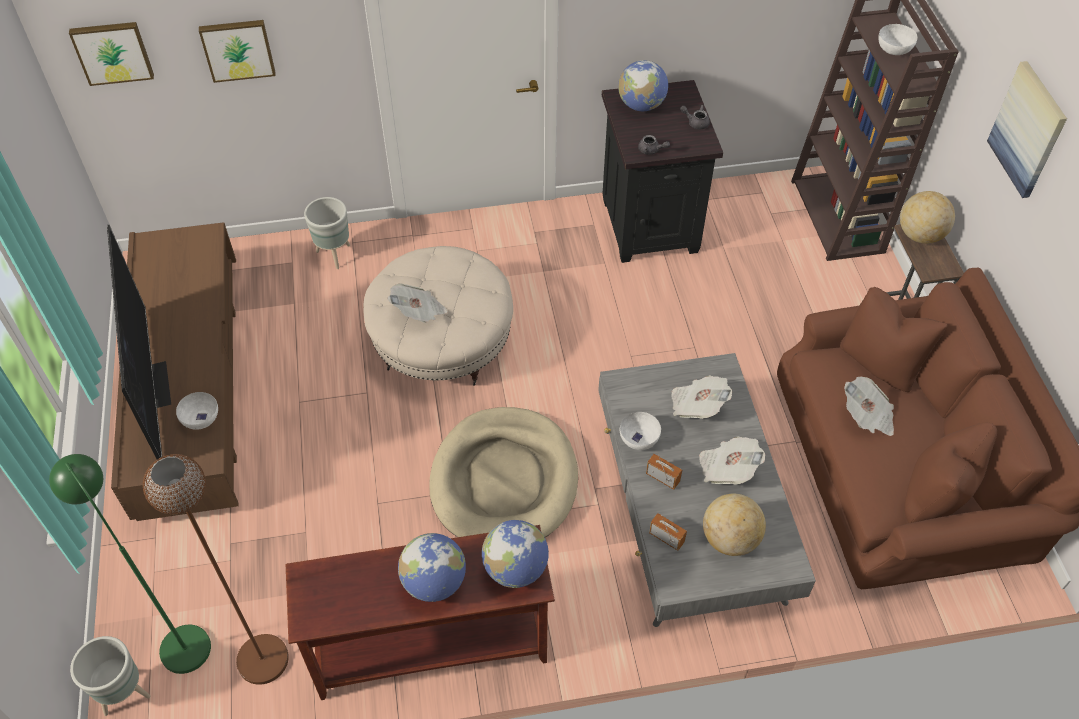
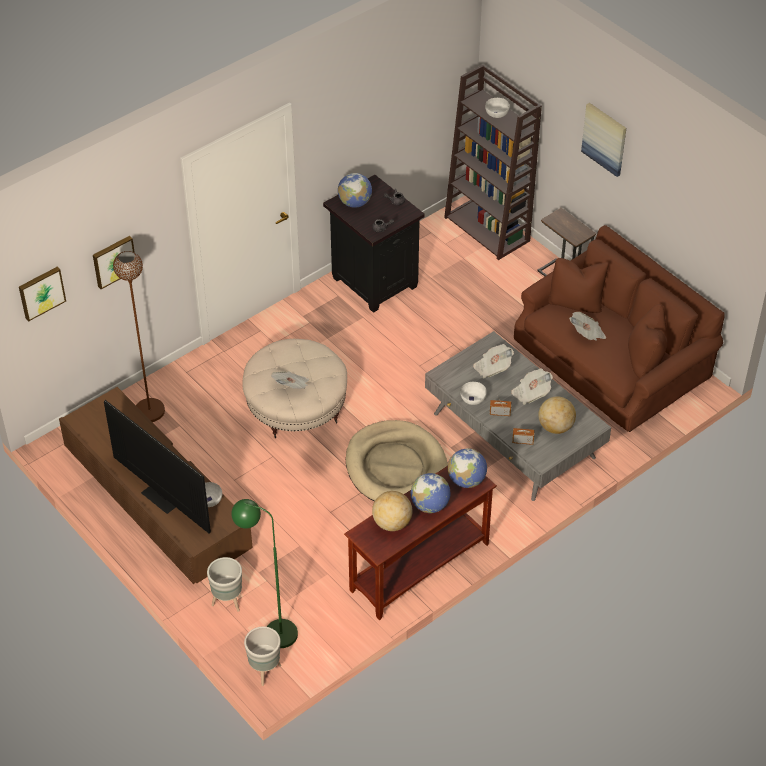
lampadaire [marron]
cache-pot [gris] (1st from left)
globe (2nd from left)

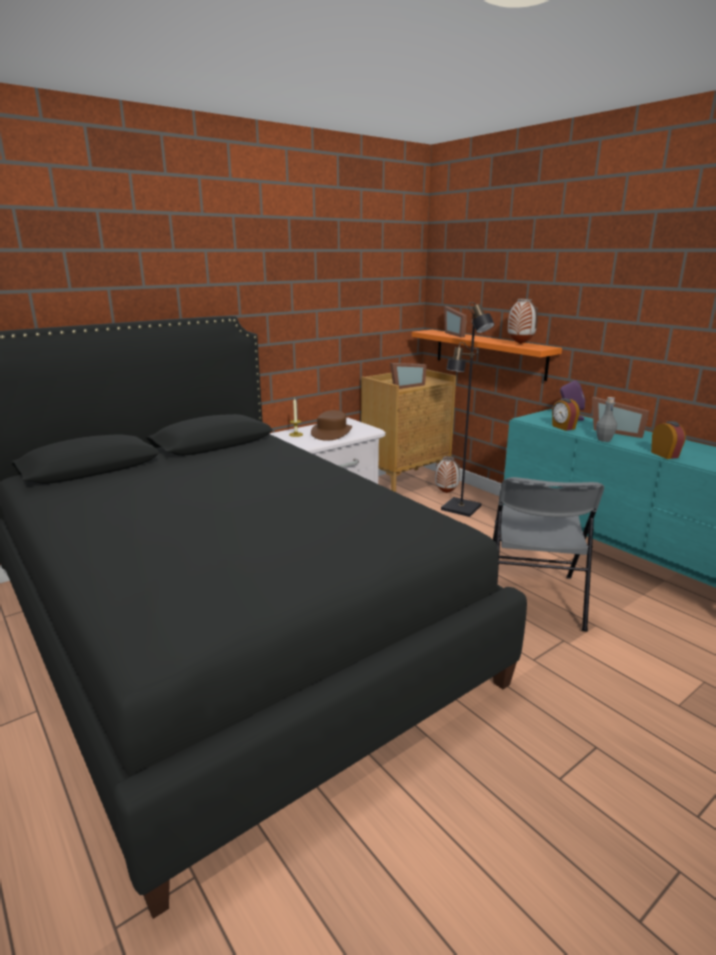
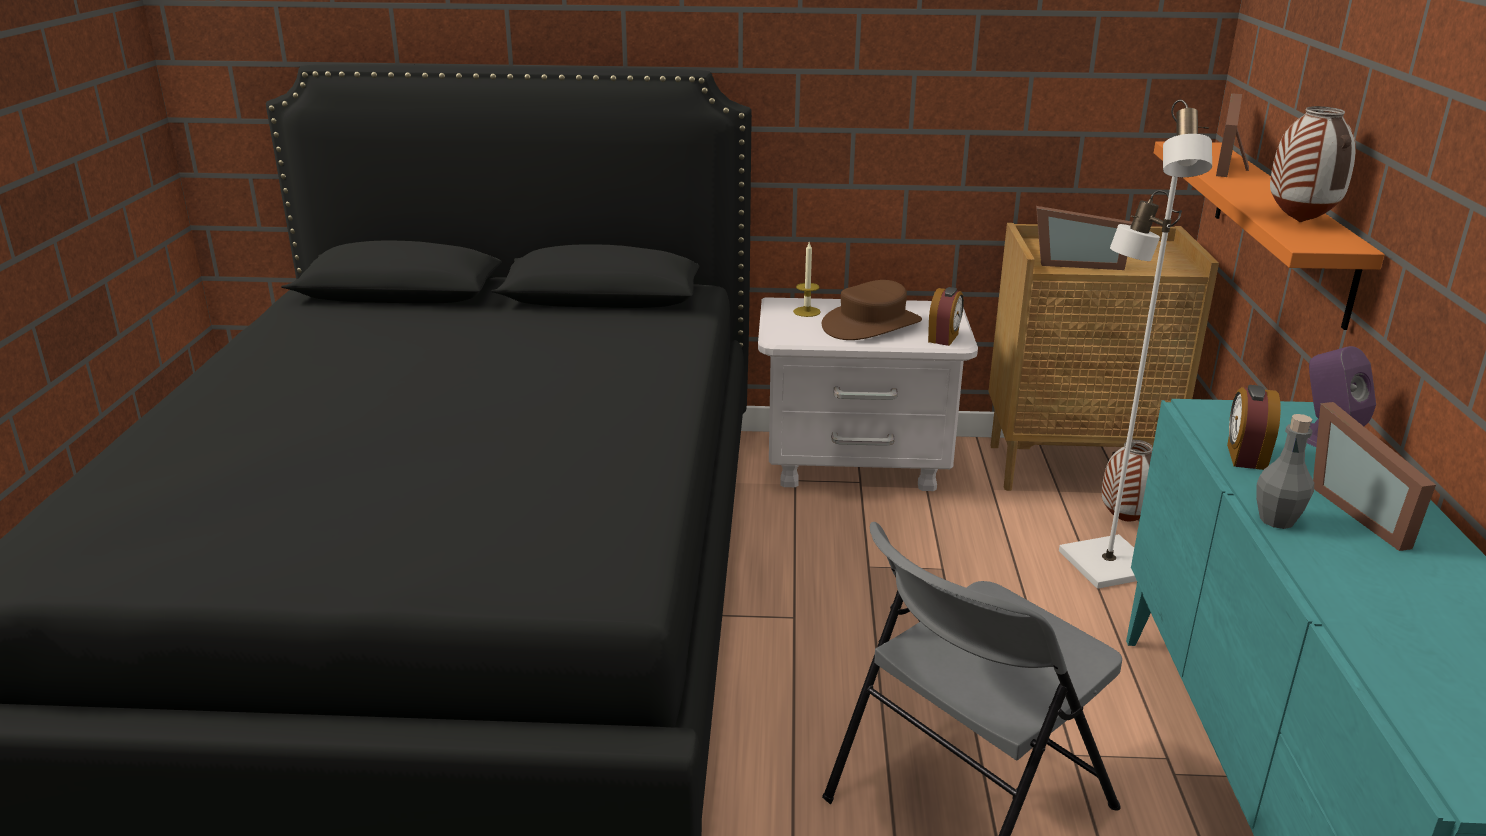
réveil (1st from left)
lampadaire [blanc]

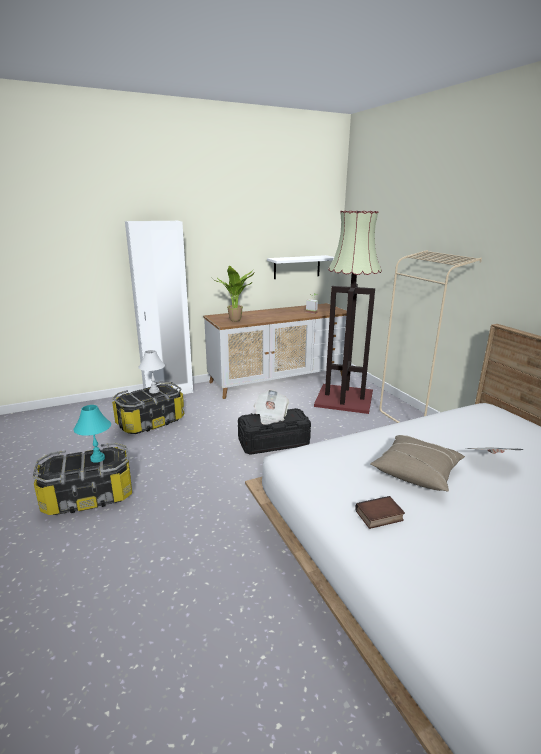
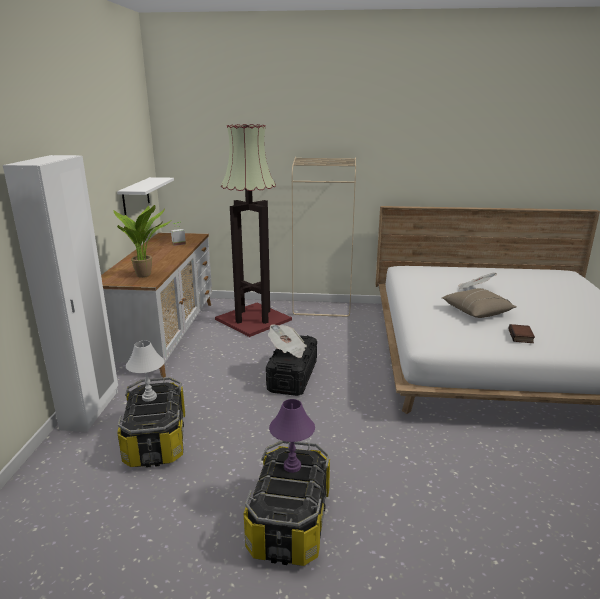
lampe de table [violet]

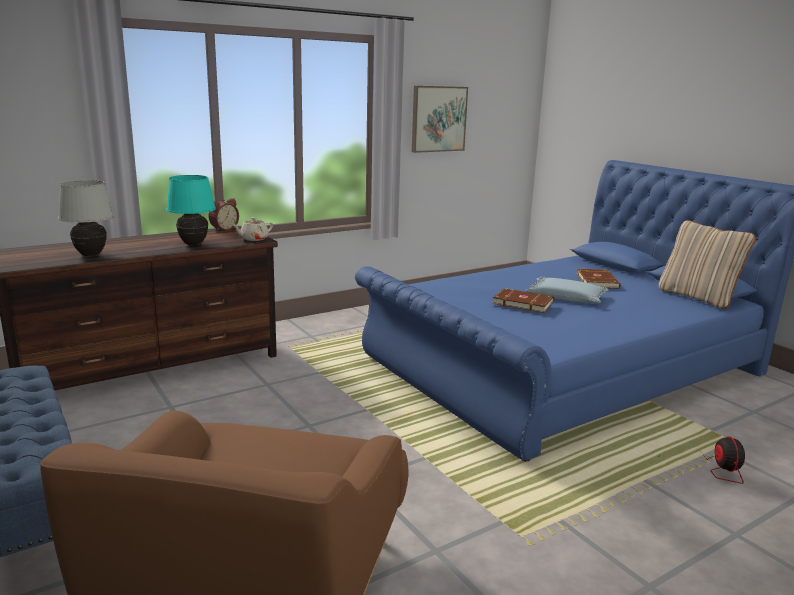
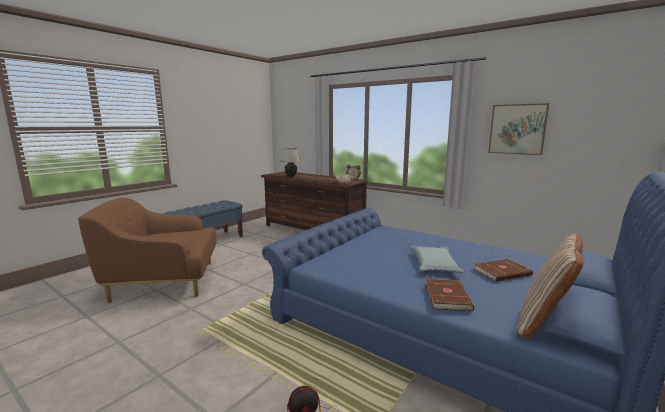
livre [marron] (1st from left)
lampe de table [turquoise]

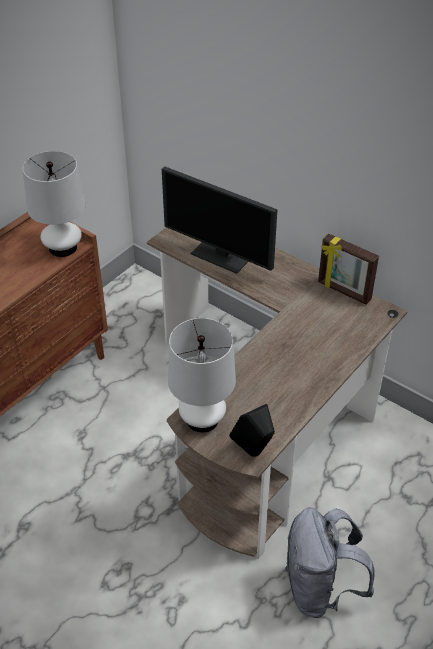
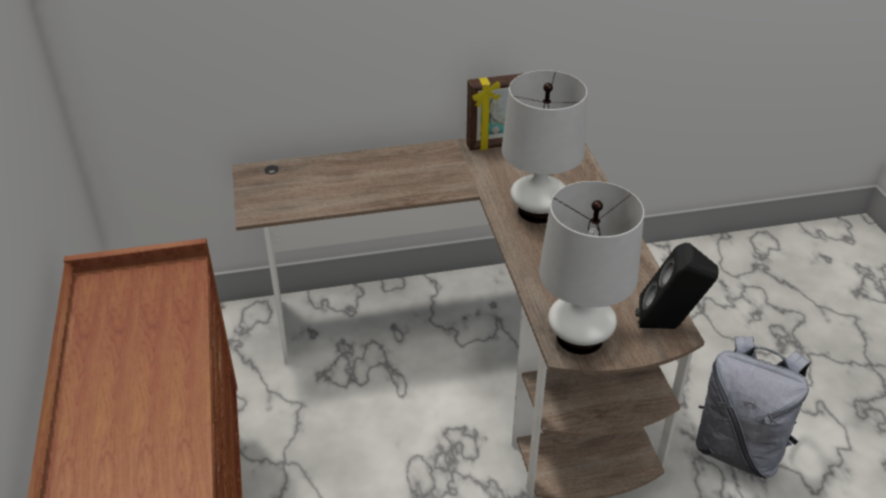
lampe de table [blanc] (1st from left)
écran d'ordinateur

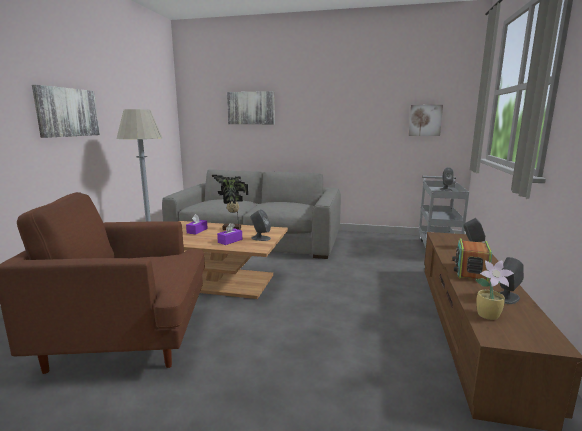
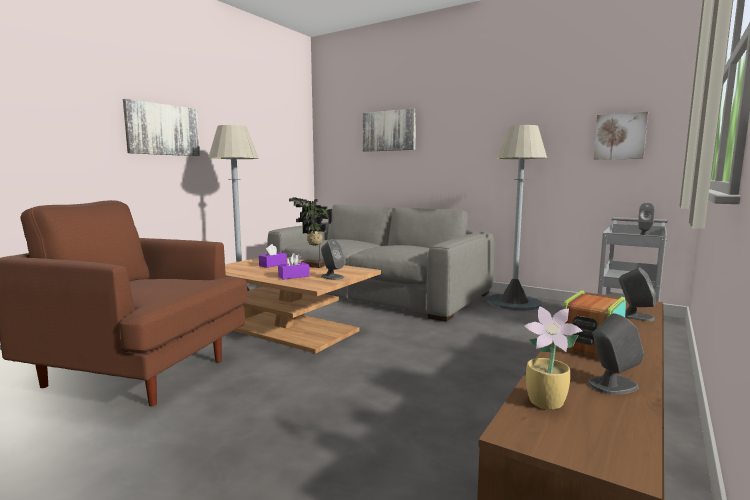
lampadaire [gris] (2nd from left)

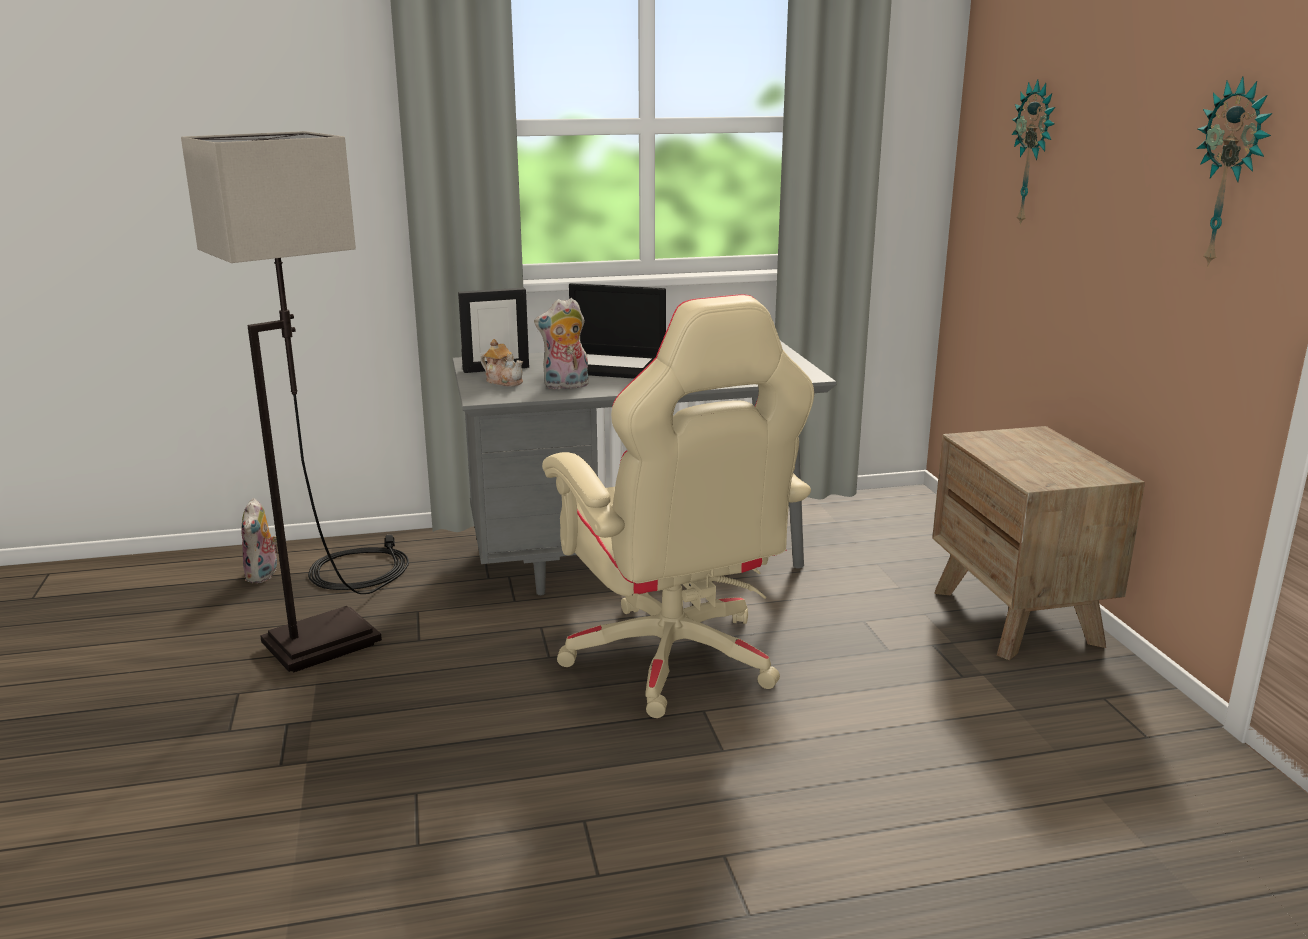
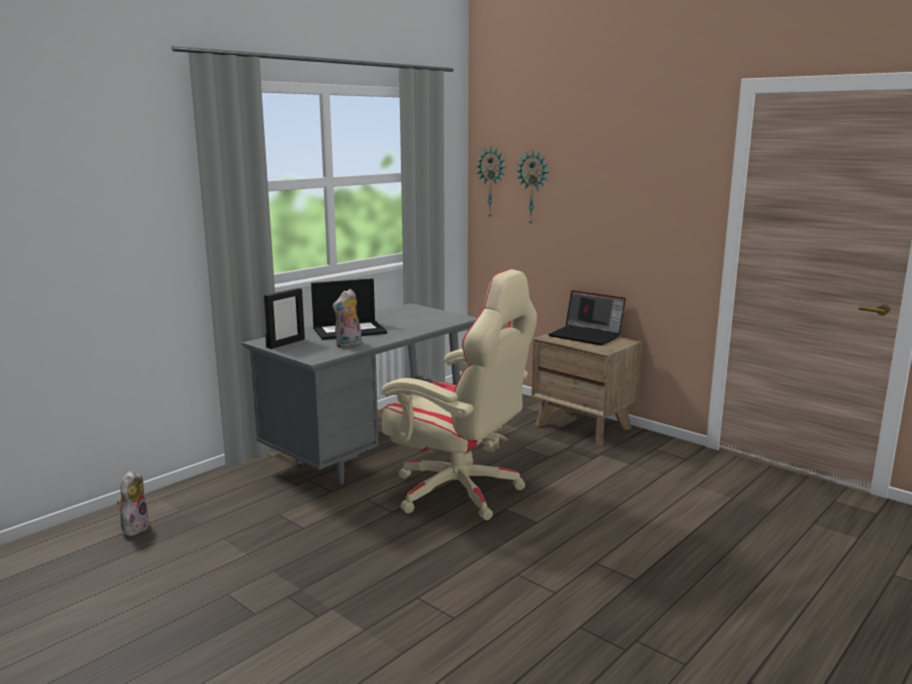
peluche (1st from left)
horloge murale (1st from left)
ordinateur portable (2nd from left)
lampadaire
théière

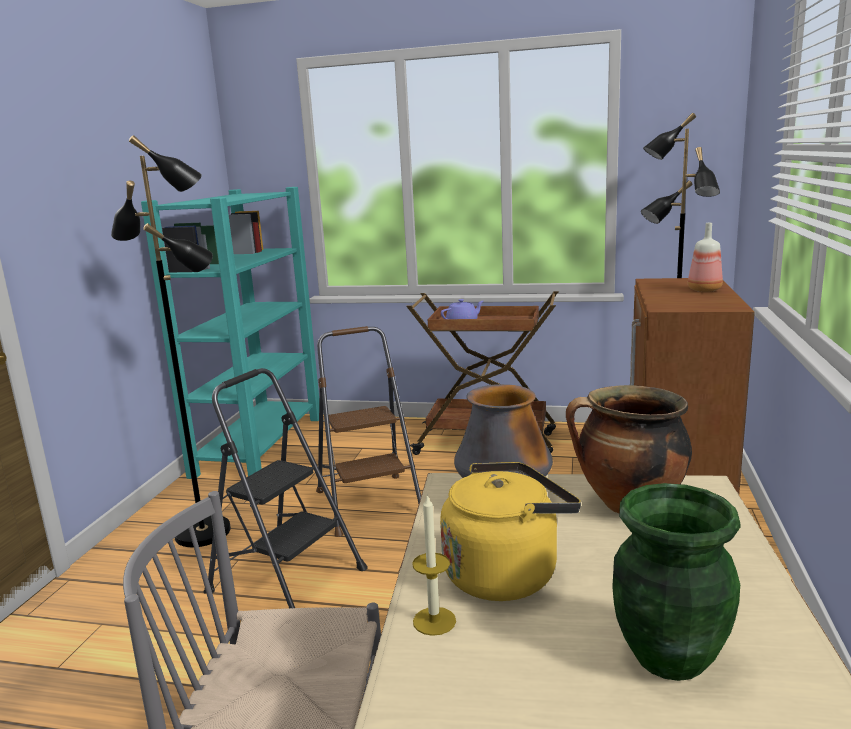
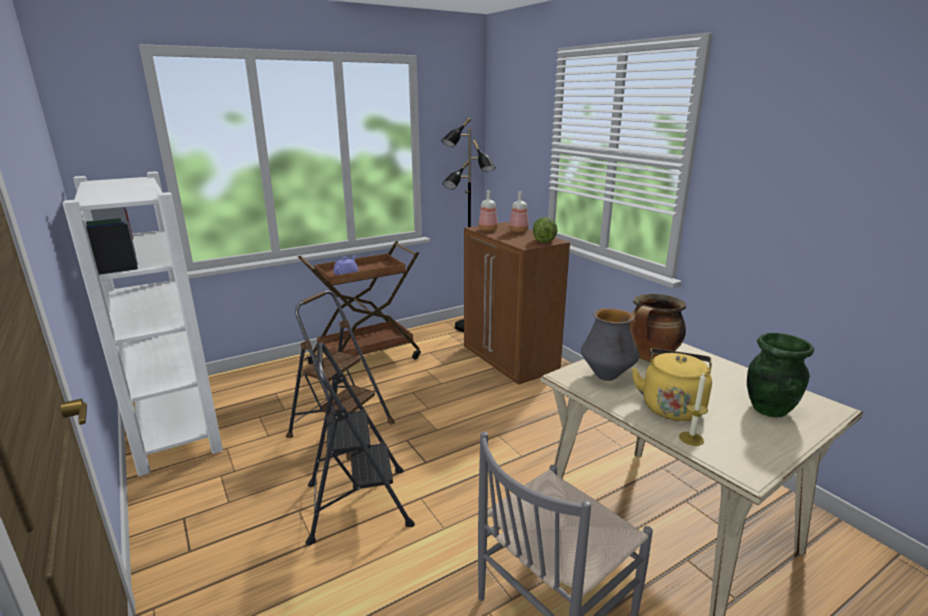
bibliothèque [blanc]
bouteille (1st from left)
laitue
lampadaire [noir] (1st from left in the first image)

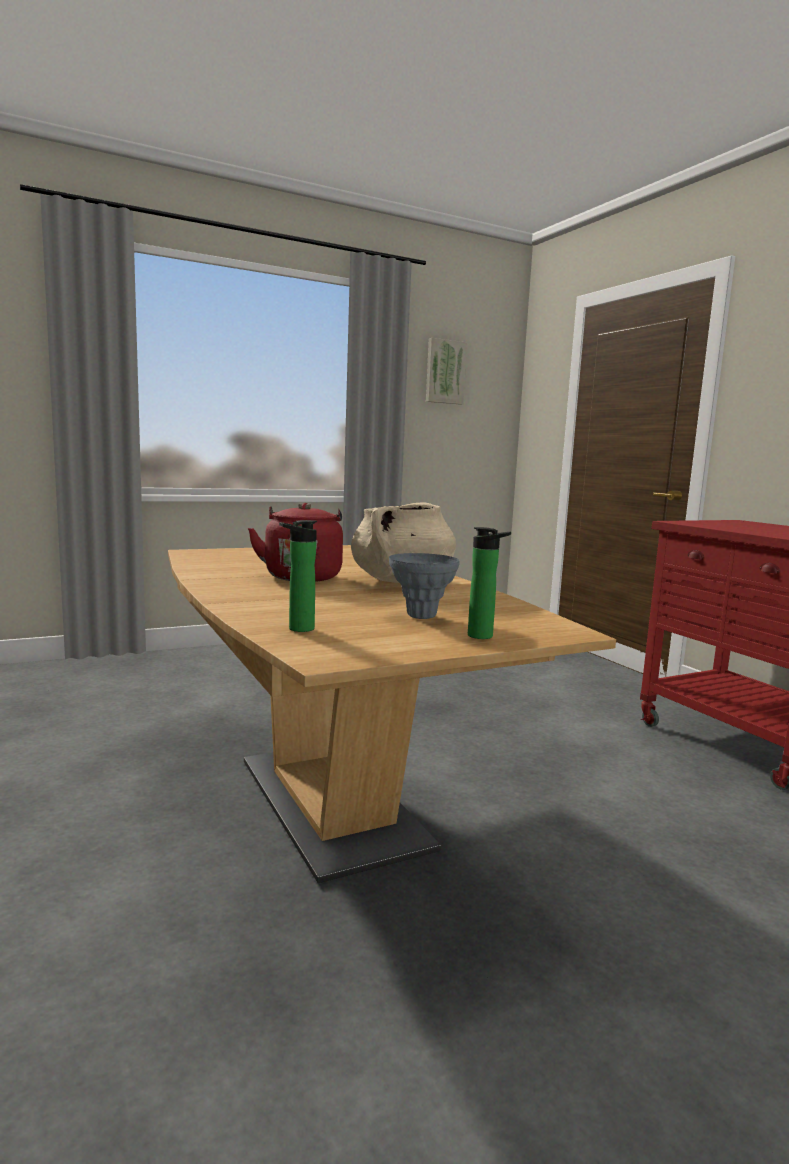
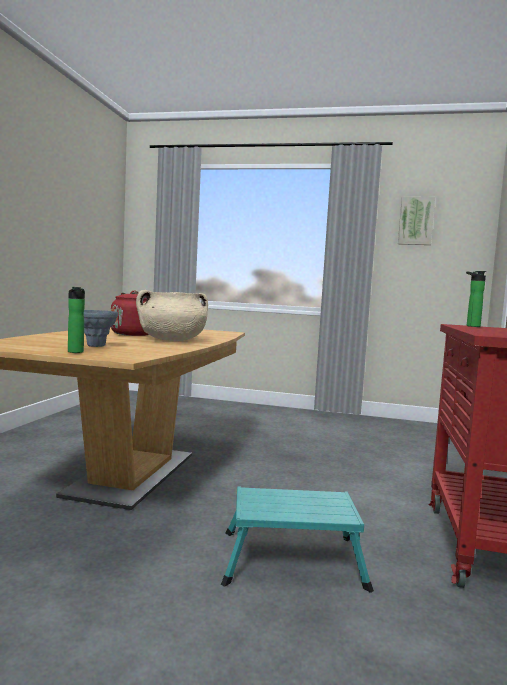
escabeau [turquoise]
bouteille (2nd from left)

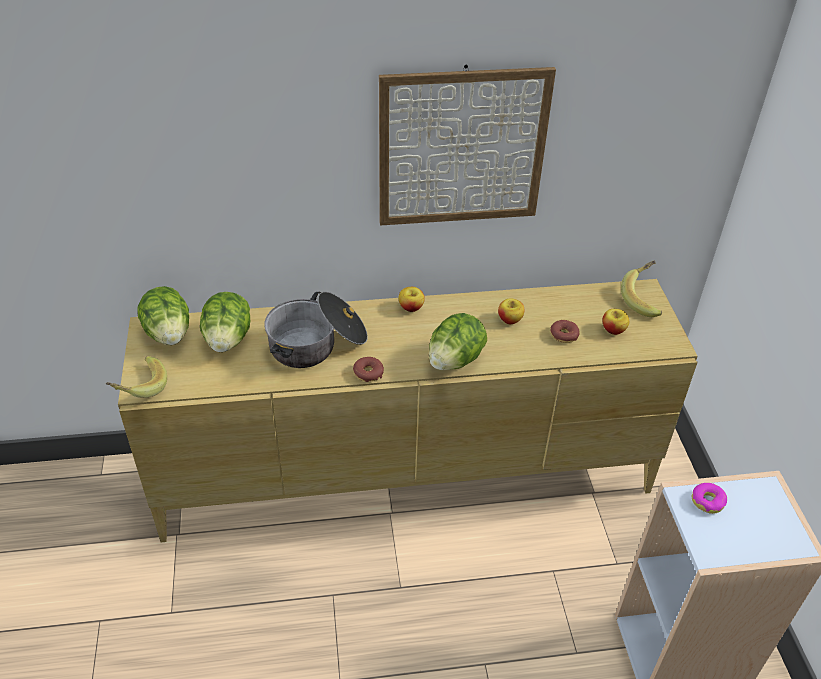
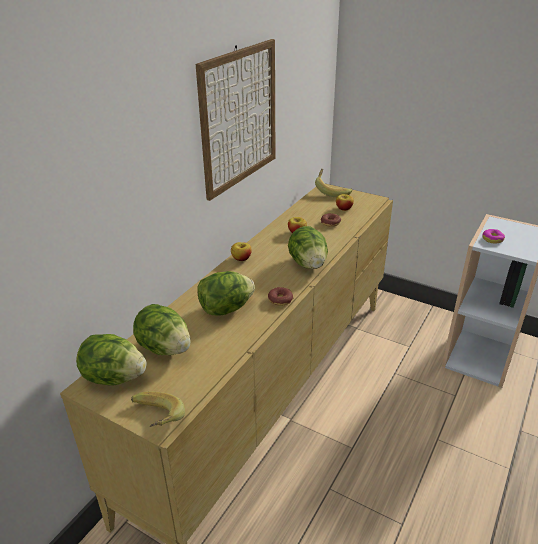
laitue (3rd from left)

